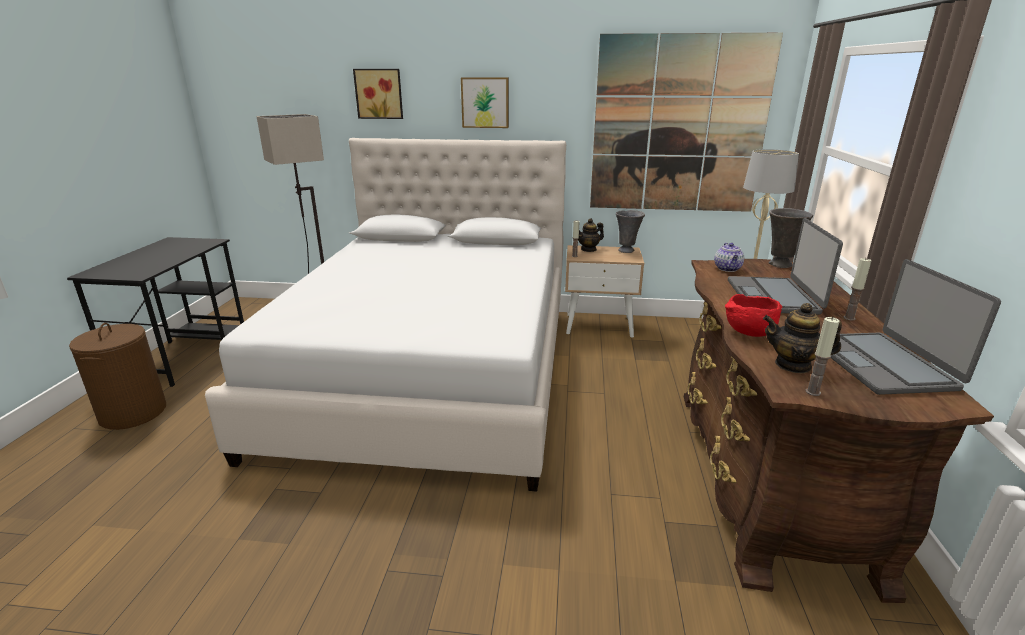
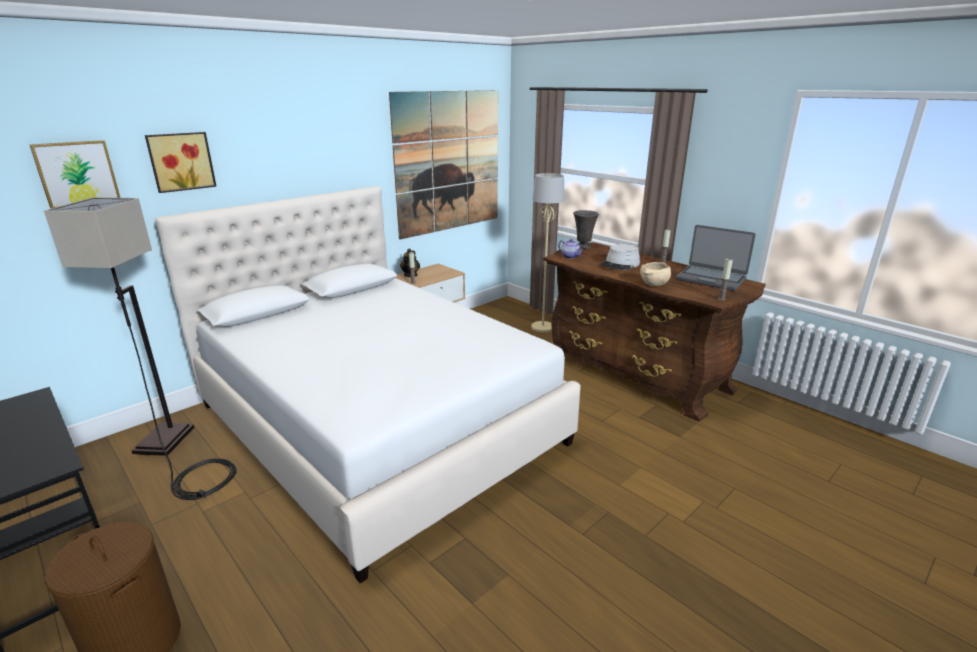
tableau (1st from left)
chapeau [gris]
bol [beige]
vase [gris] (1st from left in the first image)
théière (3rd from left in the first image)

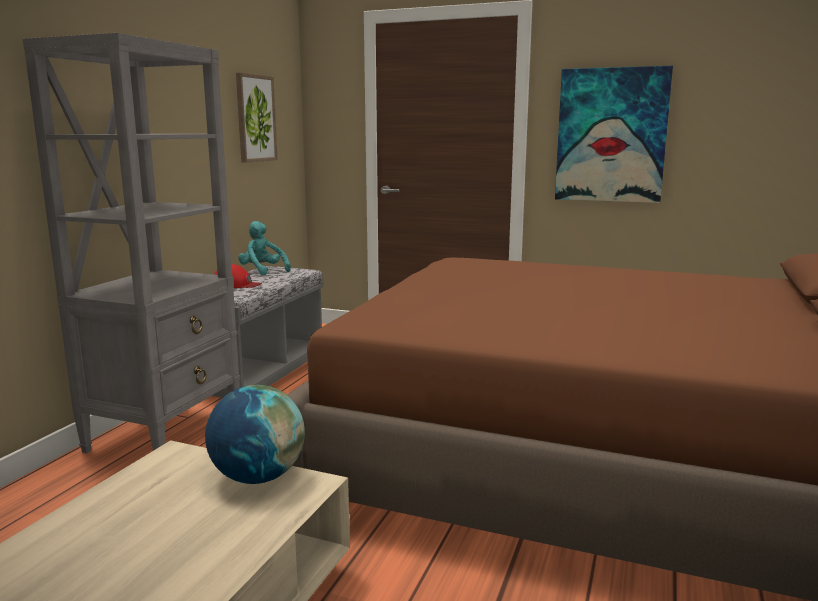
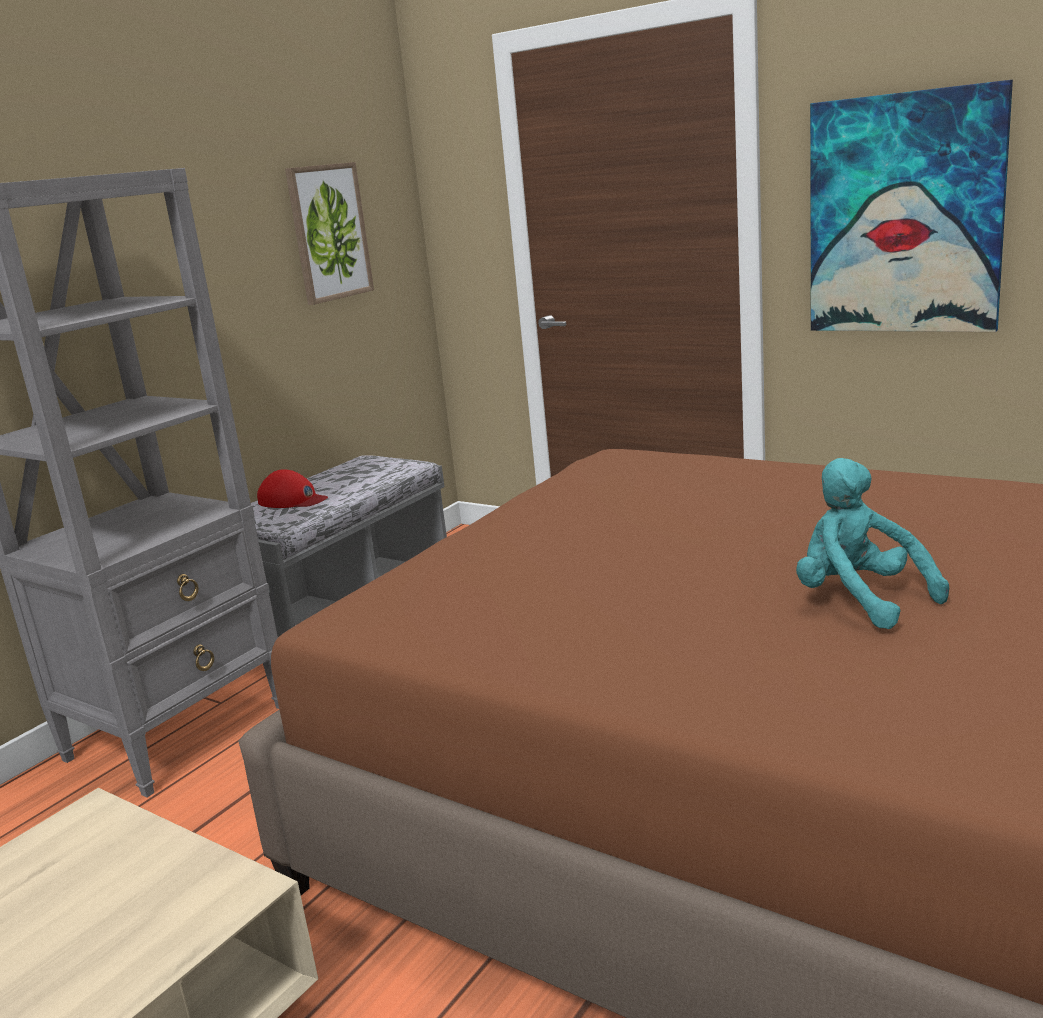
peluche [turquoise]
globe

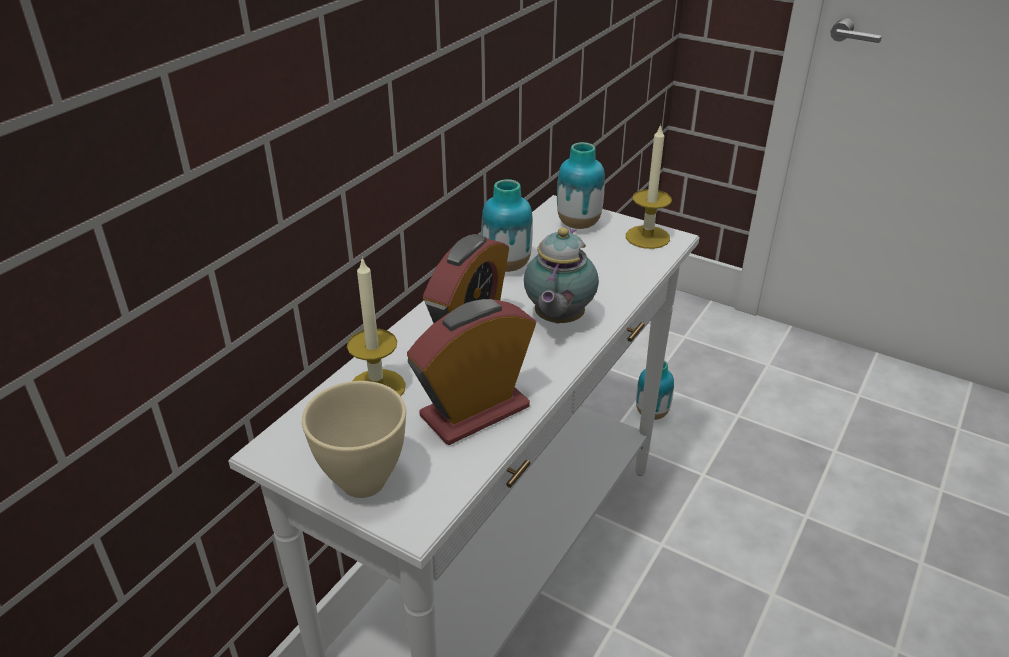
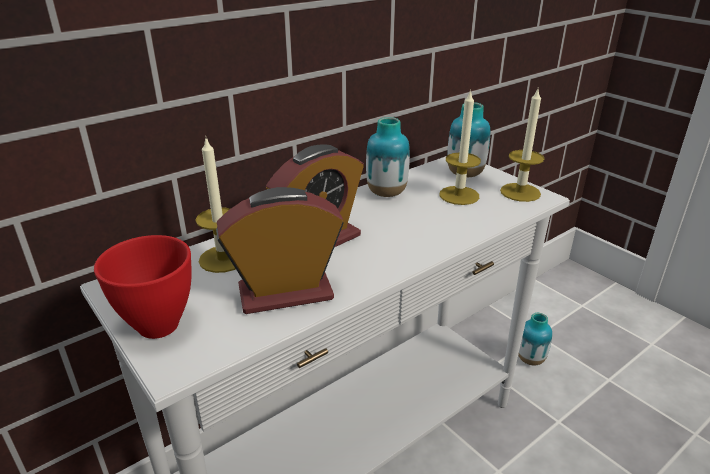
bol [rouge]
bougie (2nd from left)
théière

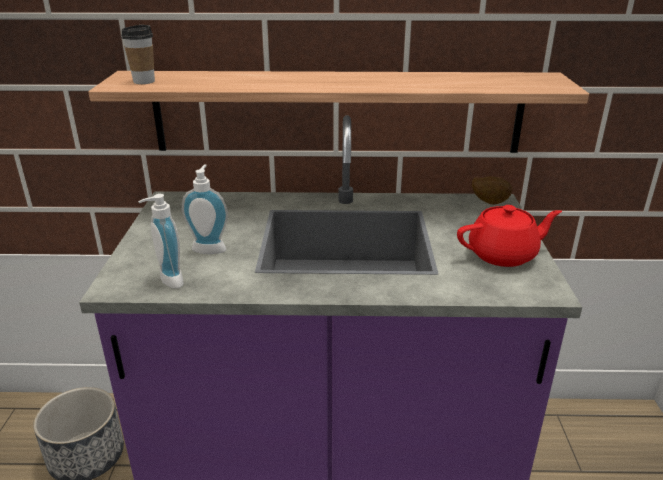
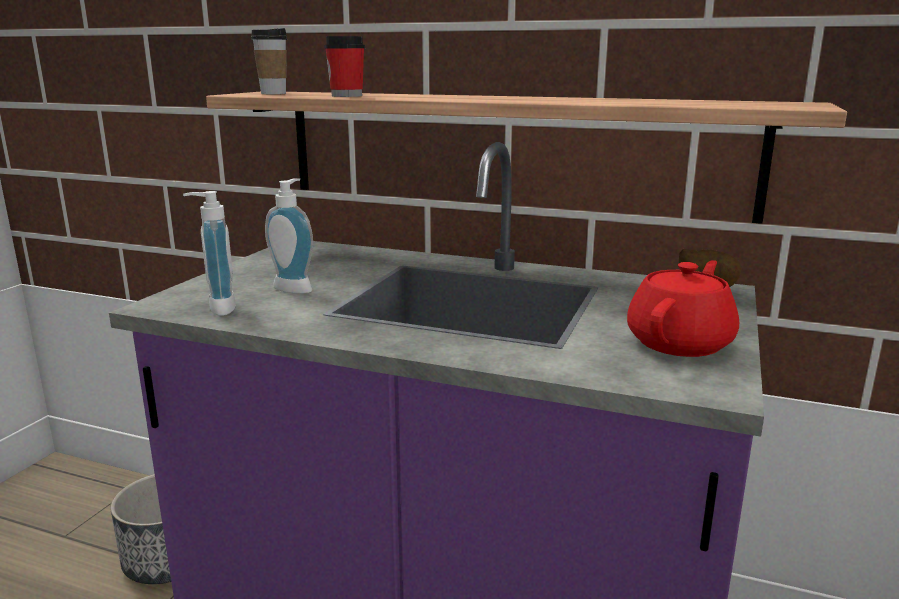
tasse (2nd from left)
théière [rouge]

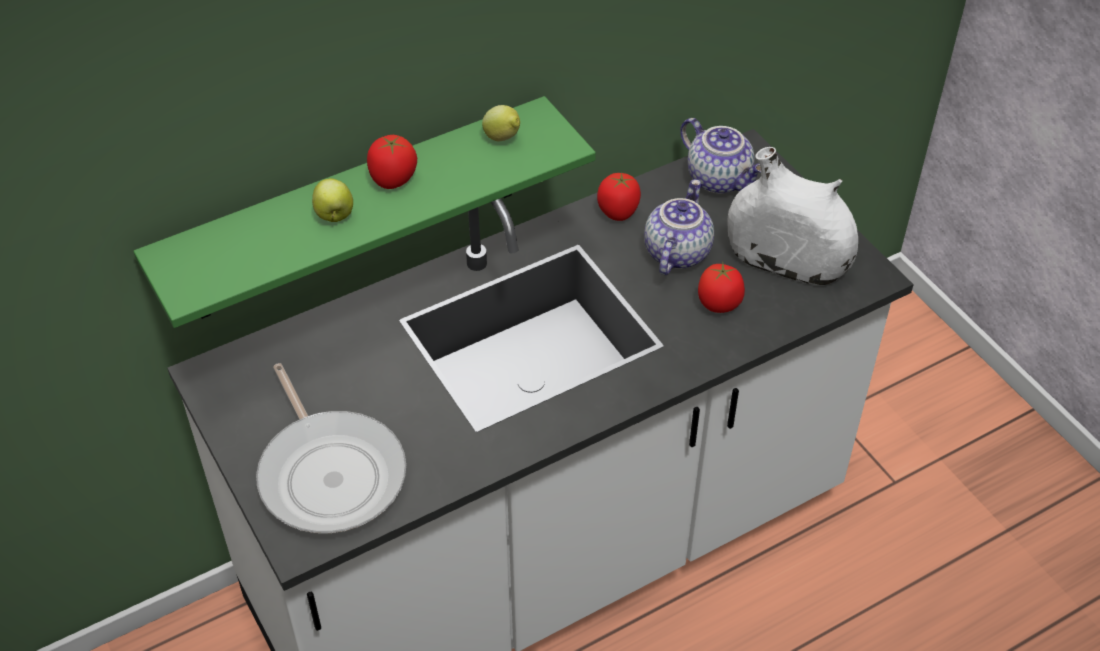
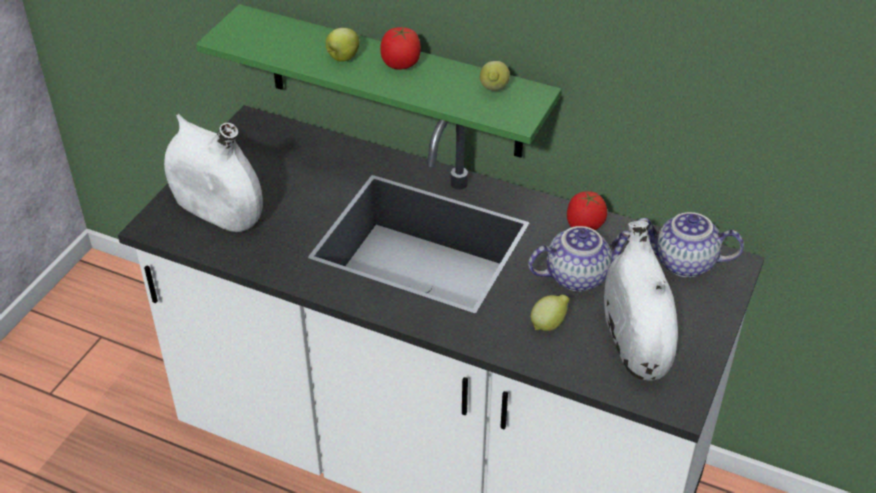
vase [blanc] (1st from left)
citron (2nd from left)
théière (2nd from left)

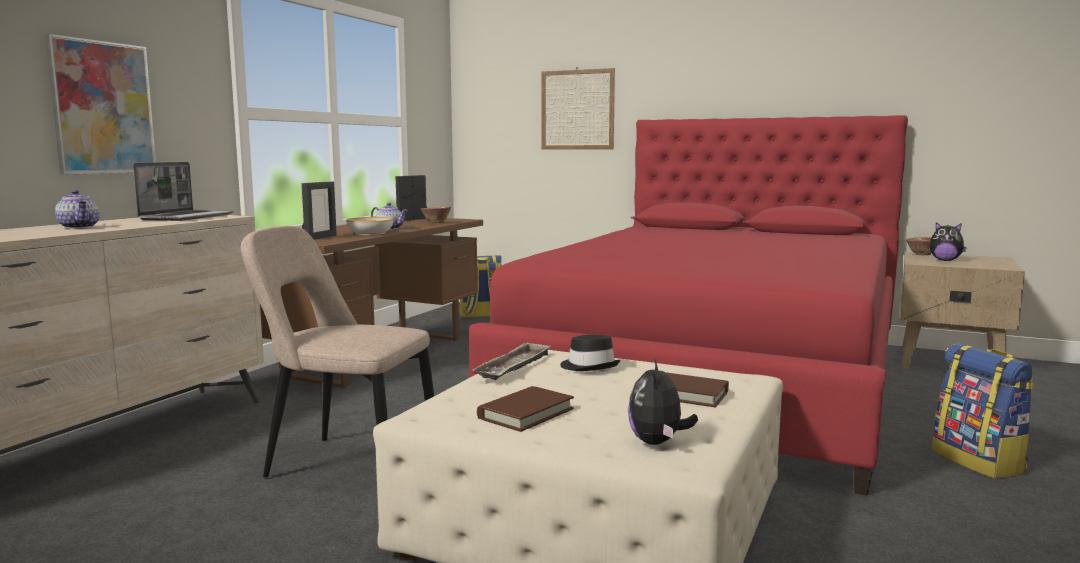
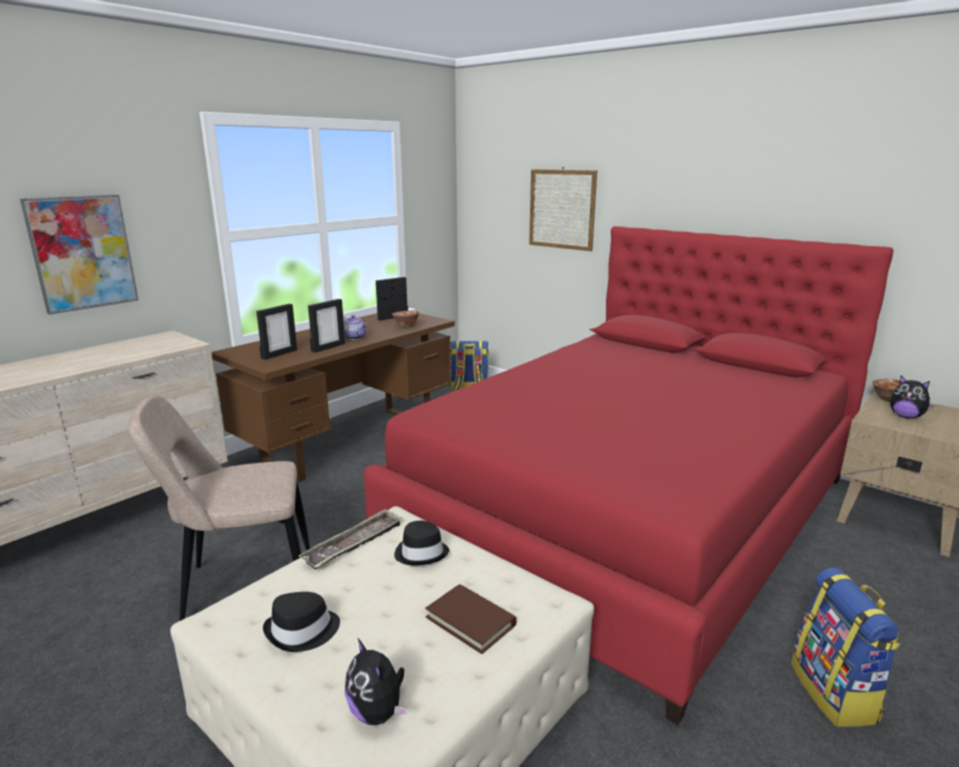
chaise [beige]
chapeau [noir] (1st from left)
cadre photo (2nd from left)
peluche (1st from left)
théière (1st from left in the first image)
ordinateur portable

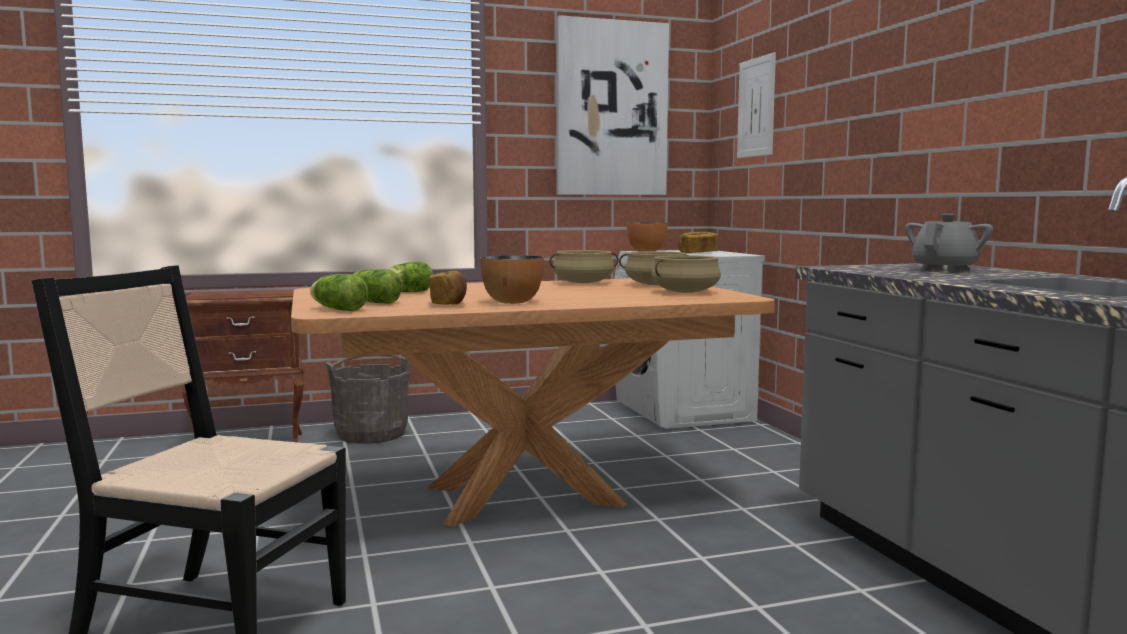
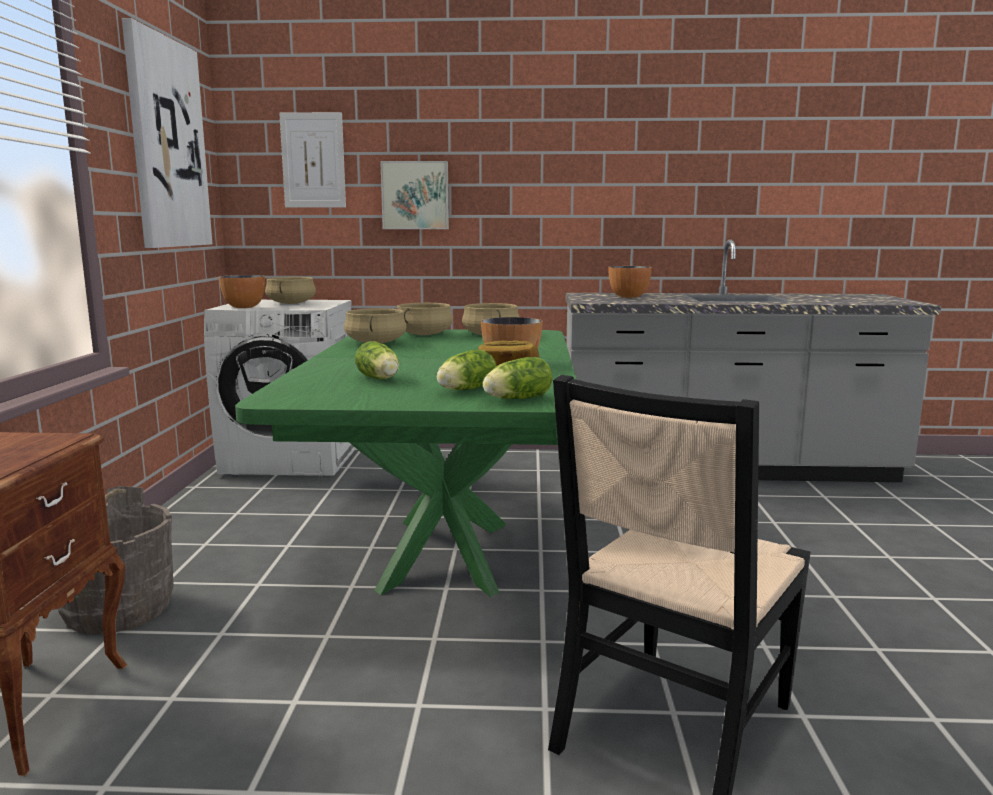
table à manger [vert]
marmite [beige] (1st from left)
tableau (3rd from left)
bol (3rd from left)

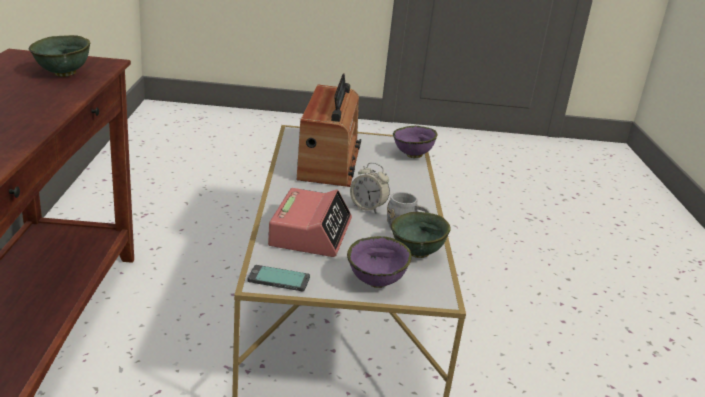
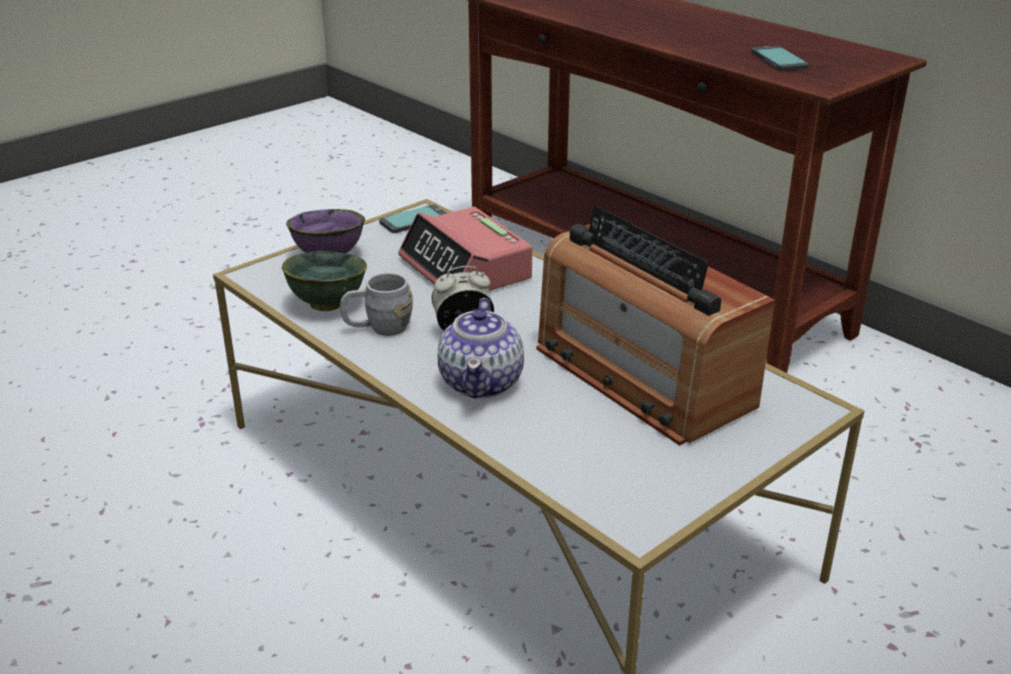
théière
téléphone (2nd from left)
bol [violet] (2nd from left in the first image)

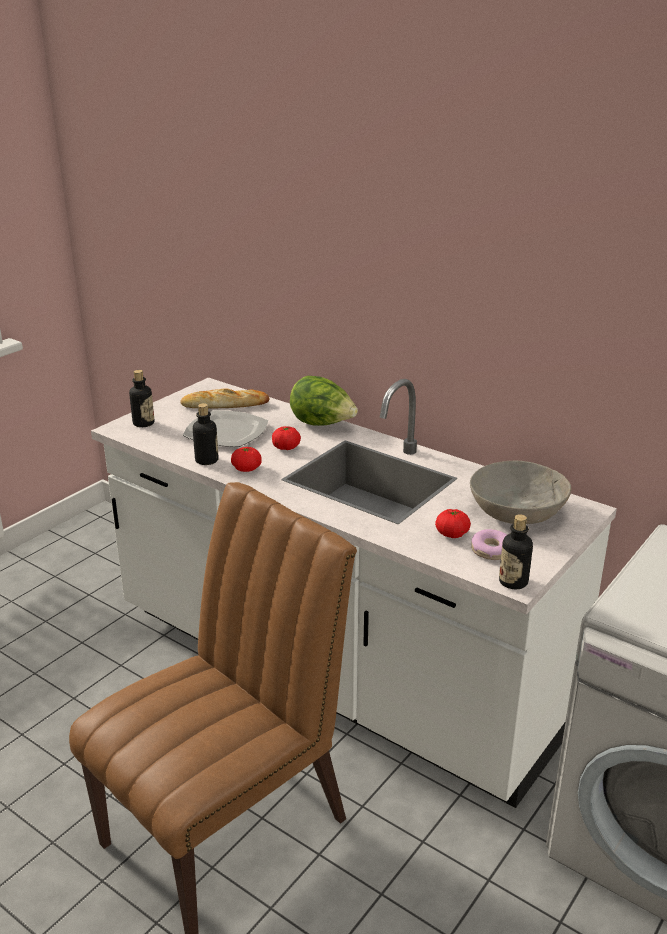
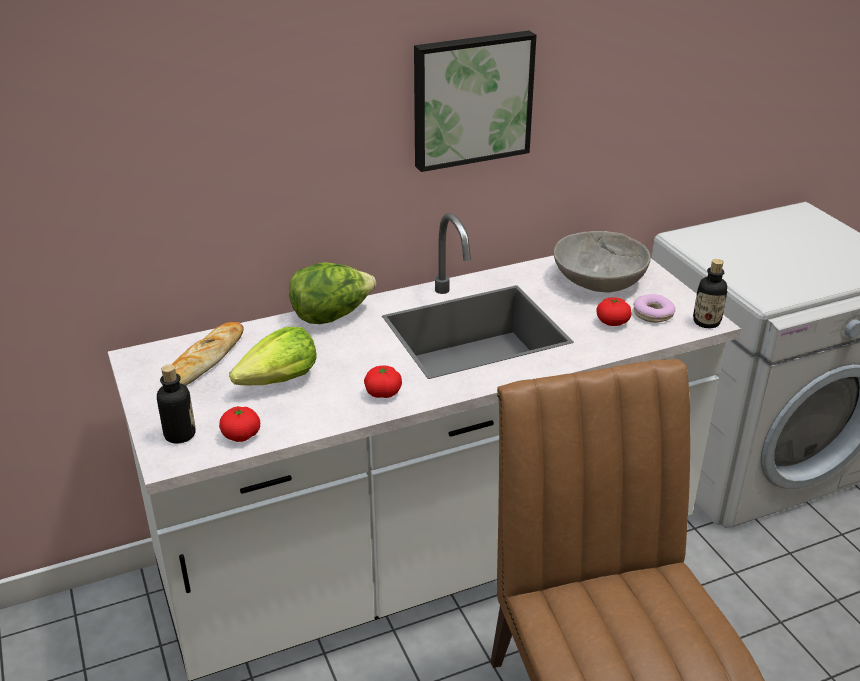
tomate (1st from left)
laitue (1st from left)
tableau
bouteille (2nd from left in the first image)

